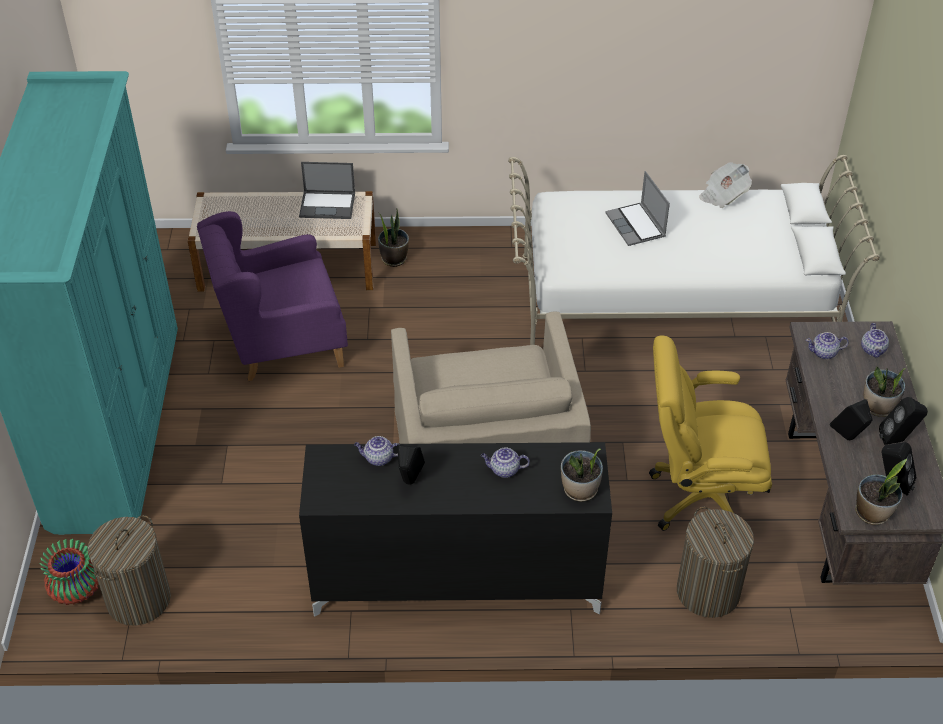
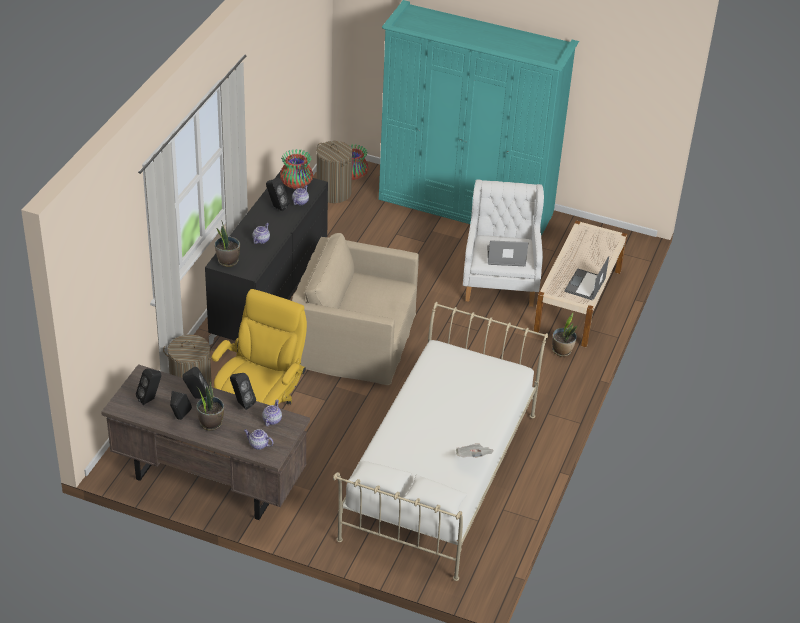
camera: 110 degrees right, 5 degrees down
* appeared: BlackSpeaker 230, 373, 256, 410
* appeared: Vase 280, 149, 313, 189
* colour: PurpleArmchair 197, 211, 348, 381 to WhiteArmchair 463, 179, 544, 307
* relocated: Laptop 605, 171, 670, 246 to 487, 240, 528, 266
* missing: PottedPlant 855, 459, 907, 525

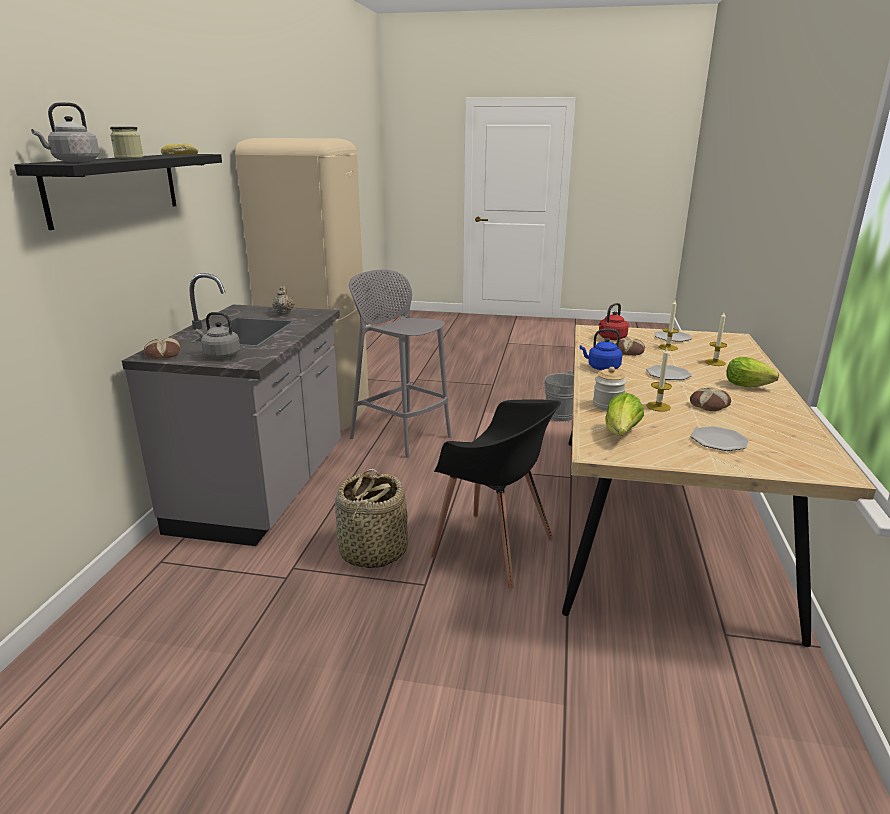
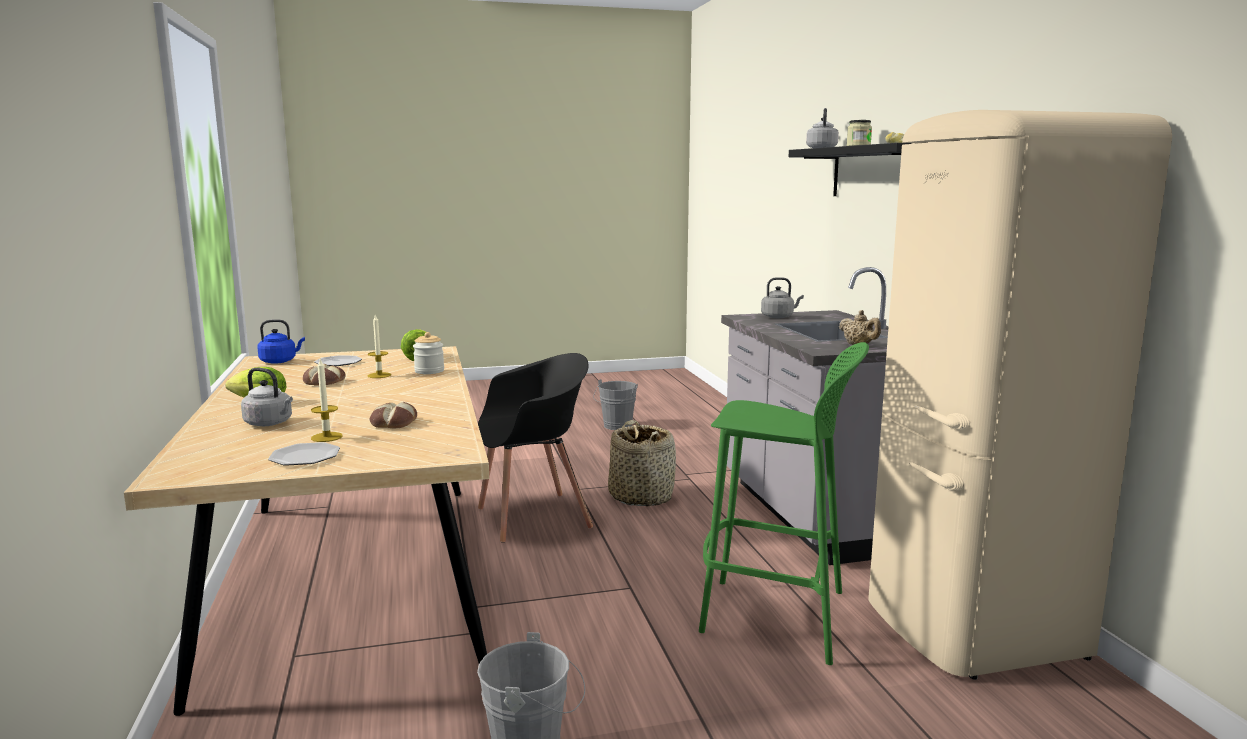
camera: 155 degrees right, 10 degrees down
* exchanged: Candle 705, 312, 727, 366 to GreyKettle 241, 368, 293, 426
* relocated: BlueKettle 580, 329, 622, 370 to 257, 319, 305, 364
* spun: BlackChair 430, 399, 561, 589 = 478, 353, 593, 543 150 degrees clockwise
* appeared: GreyBucket 593, 379, 638, 430
* colour: GreyStool 349, 269, 451, 458 to GreenStool 699, 342, 869, 665
* missing: Bread 144, 337, 181, 359
* missing: RedKettle 599, 303, 629, 340
* missing: Plate 646, 365, 692, 380

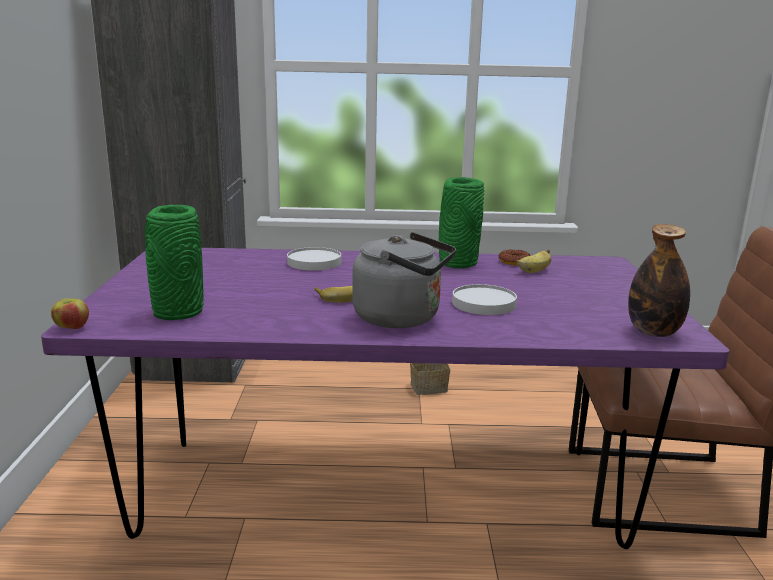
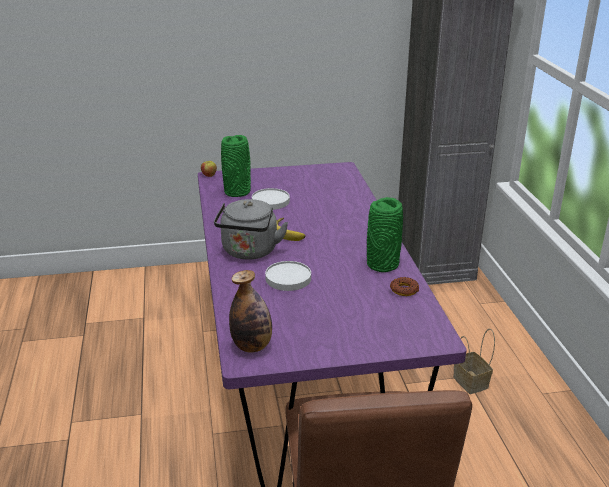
camera: 80 degrees right, 10 degrees up
* relocated: WhitePlate 287, 247, 341, 271 to 252, 188, 290, 210
* missing: Banana 516, 249, 552, 273

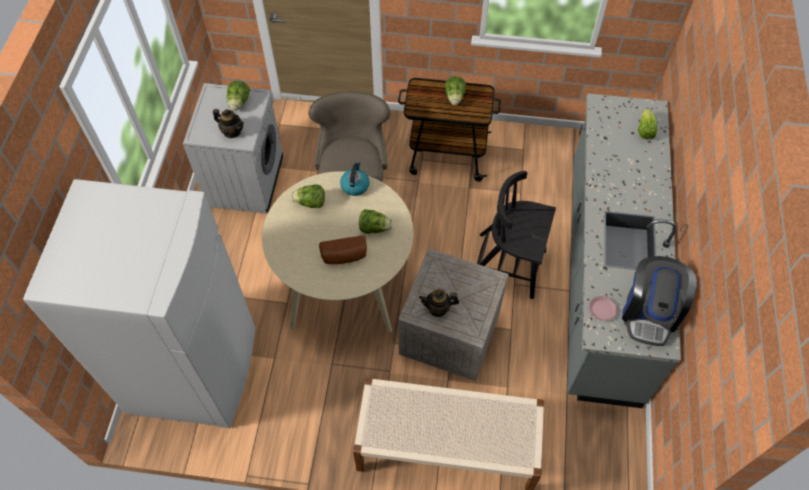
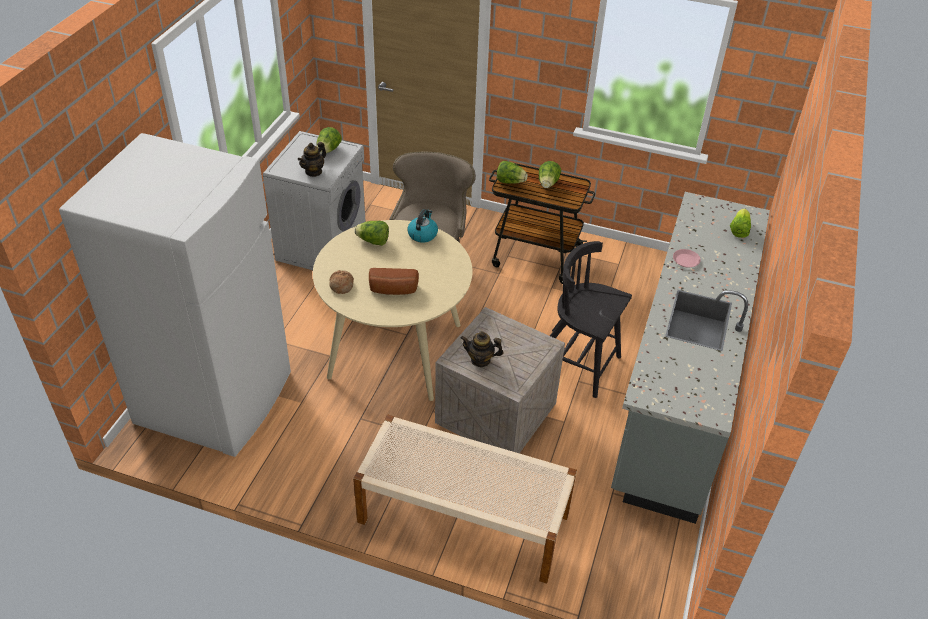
camera: 10 degrees right, 15 degrees down
* spun: Teapot 213, 109, 244, 138 = 298, 142, 326, 177 90 degrees clockwise
* appeared: Bread 329, 270, 354, 294
* relocated: Lettuce 359, 209, 393, 234 to 497, 161, 528, 184
* relocated: PinkPlate 589, 296, 617, 321 to 673, 249, 701, 268
* missing: CoffeeMachine 622, 256, 697, 346

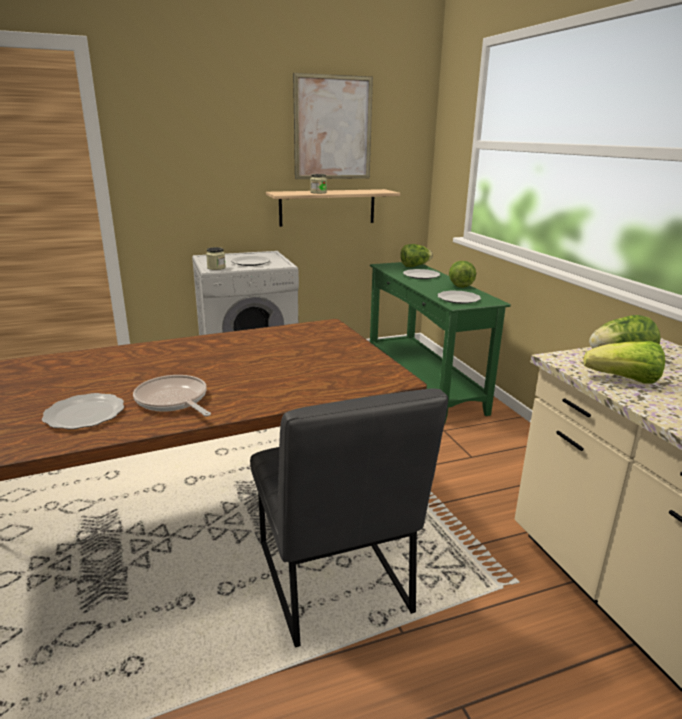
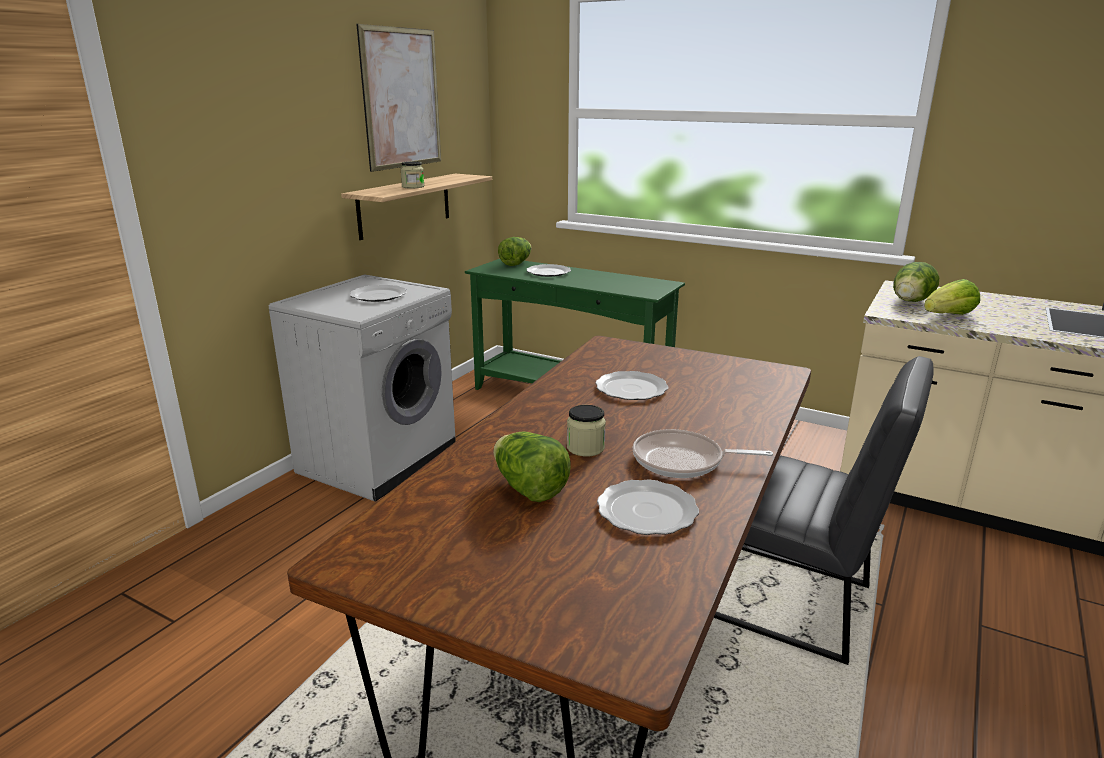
camera: 40 degrees left, 0 degrees up
* relocated: Lettuce 449, 261, 476, 288 to 493, 431, 571, 502
* relocated: Jar 206, 247, 226, 270 to 567, 405, 606, 456
* relocated: Plate 437, 290, 481, 304 to 595, 371, 669, 400

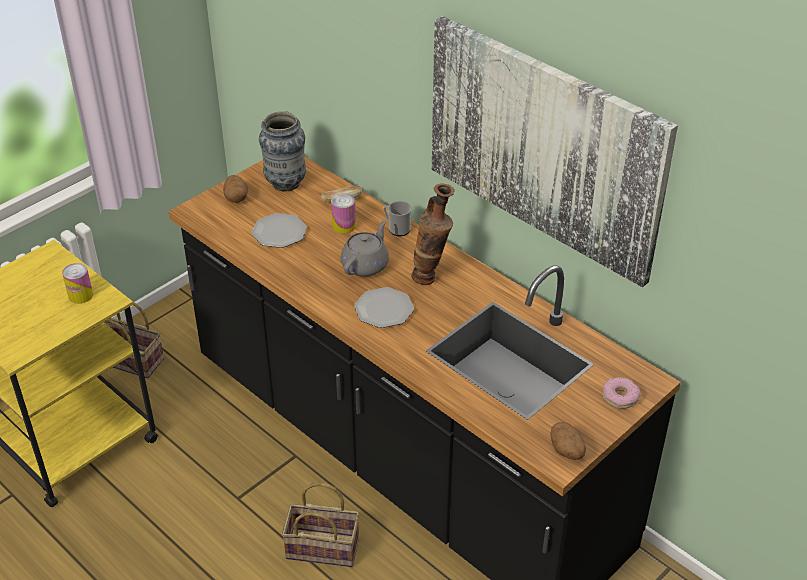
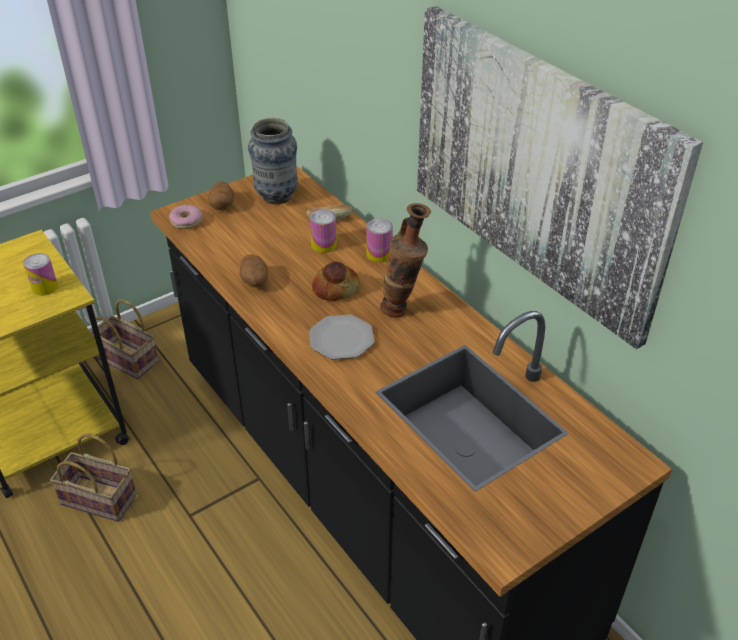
camera: 10 degrees right, 0 degrees up
* relocated: Basket 282, 482, 359, 567 to 50, 434, 137, 522
* relocated: Donut 603, 377, 640, 409 to 169, 205, 203, 229
* relocated: Potato 551, 422, 586, 460 to 240, 254, 268, 287
* exchanged: GreyTeapot 341, 220, 389, 277 to Bread 312, 261, 360, 301
* exchanged: Mug 383, 201, 412, 236 to Can 366, 219, 393, 262
* missing: Plate 251, 213, 307, 248

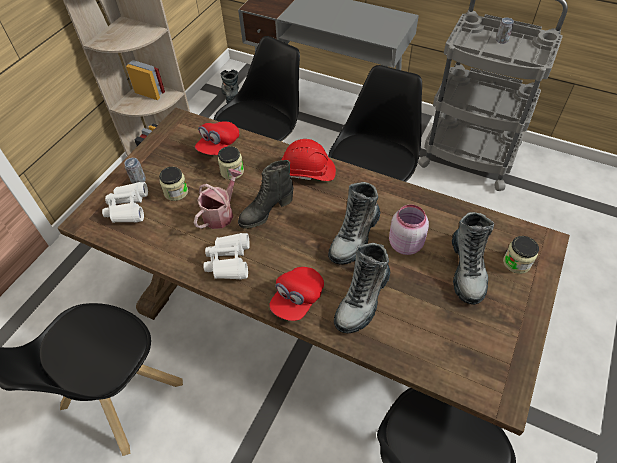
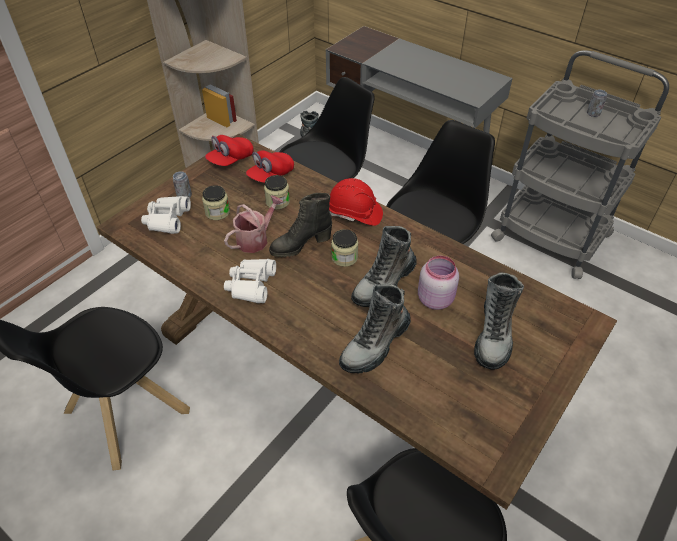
camera: 10 degrees right, 5 degrees down
* relocated: RedCap 269, 267, 324, 321 to 205, 135, 254, 166
* relocated: Jar 503, 236, 539, 274 to 331, 229, 358, 267

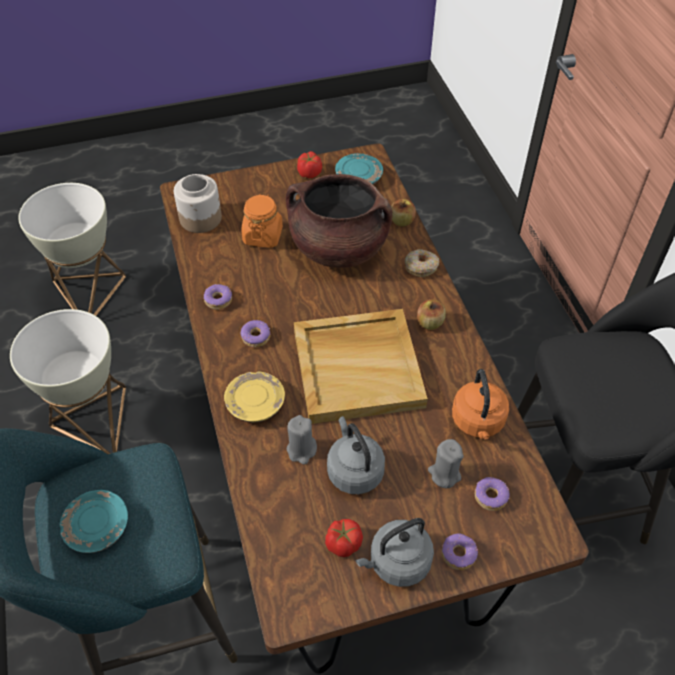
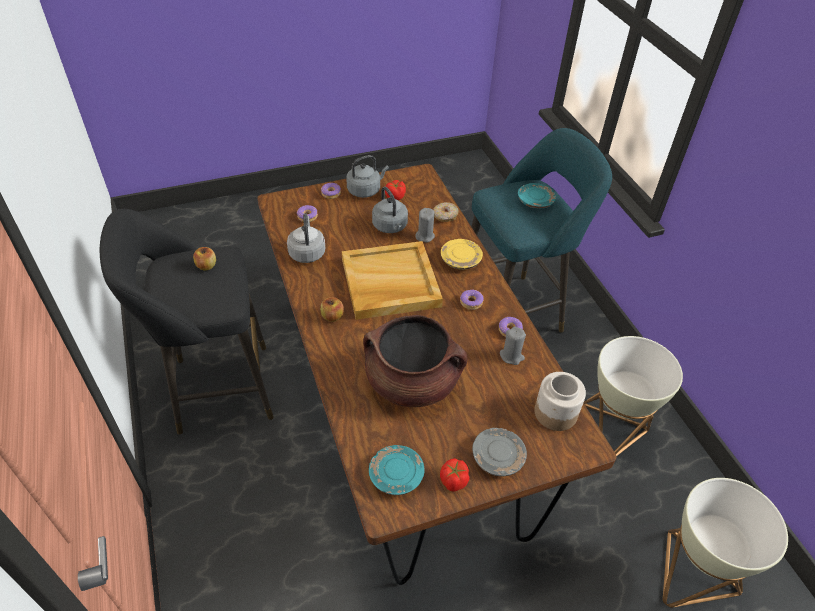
camera: 175 degrees right, 5 degrees down
* relocated: Apple 391, 199, 416, 227 to 193, 247, 216, 270
* colour: OrangeKettle 452, 369, 509, 440 to GreyKettle 287, 213, 325, 263
* relocated: Donut 404, 249, 439, 277 to 433, 202, 459, 222
* appeared: GreyPlate 472, 428, 527, 476
* relocated: GreyCandle 428, 439, 464, 488 to 500, 327, 526, 365
* missing: OrangeJar 241, 194, 283, 248

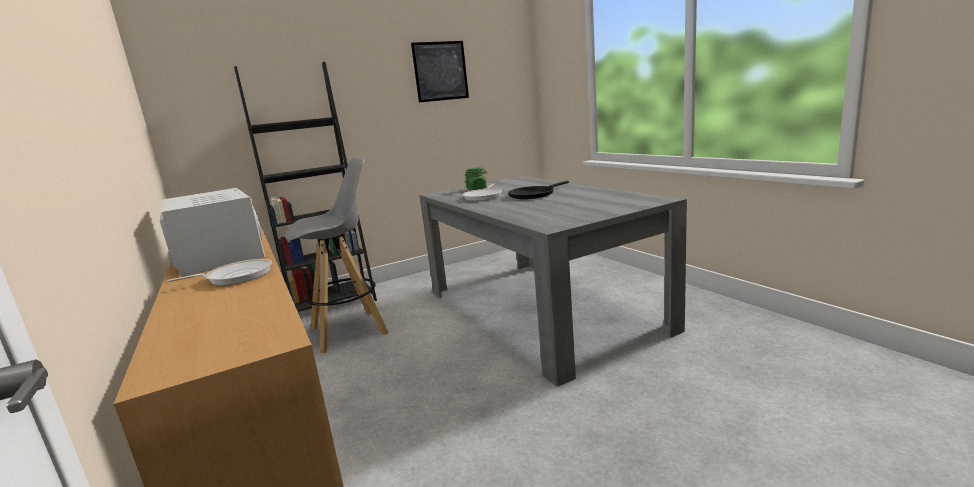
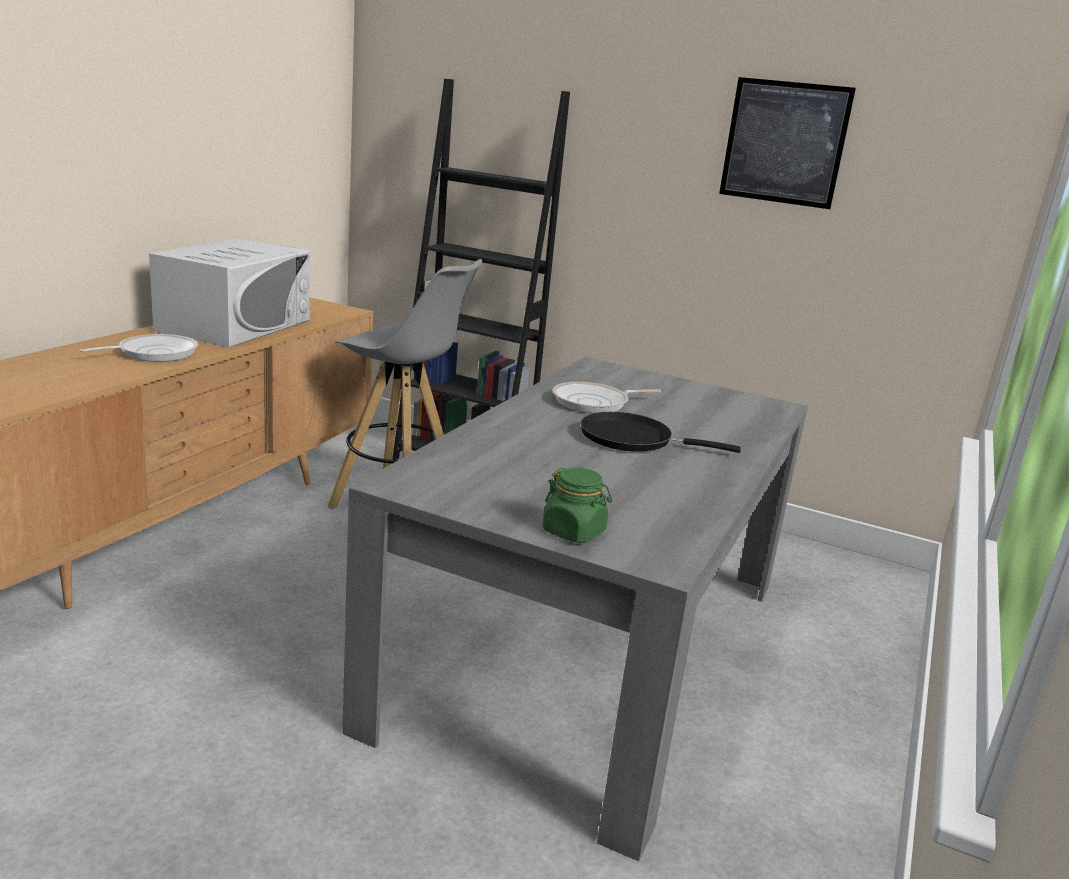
camera: 50 degrees right, 5 degrees up
* spun: FryingPan 167, 259, 272, 285 = 80, 334, 198, 362 75 degrees counterclockwise
* relocated: GreenJar 465, 167, 487, 190 to 542, 467, 612, 543

